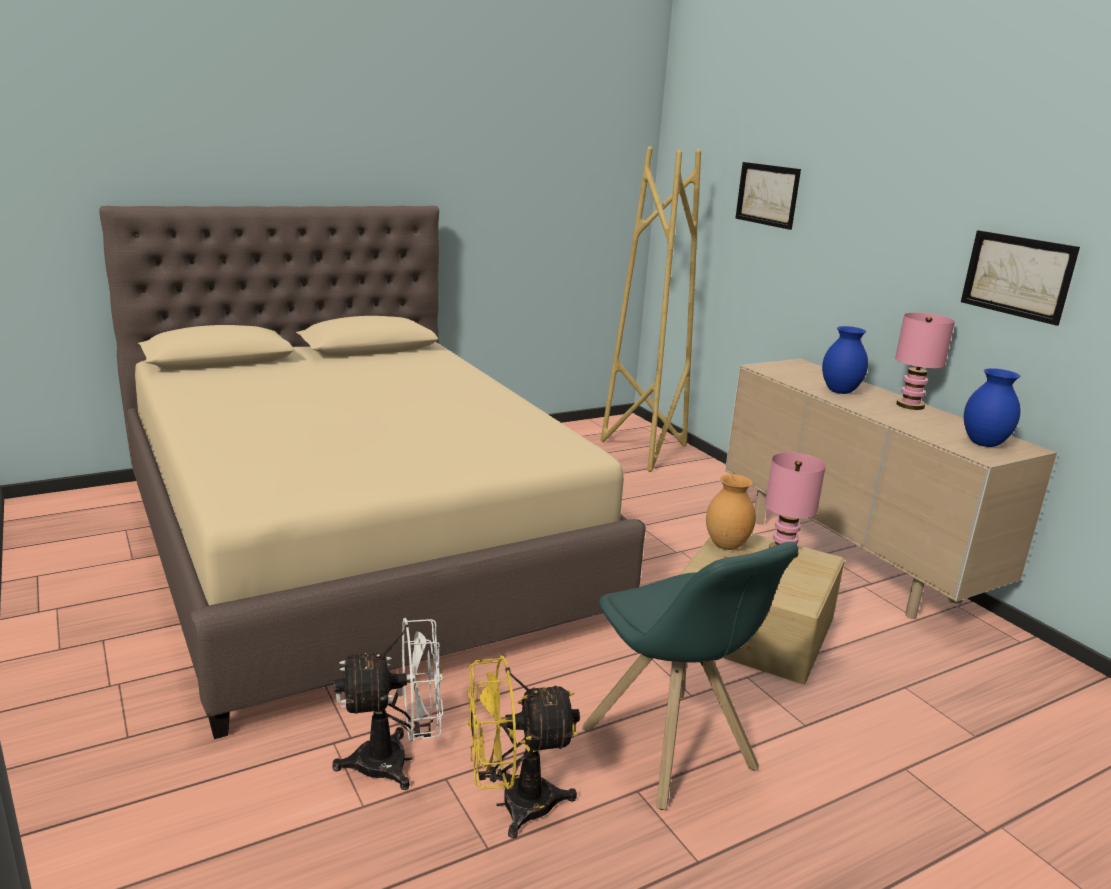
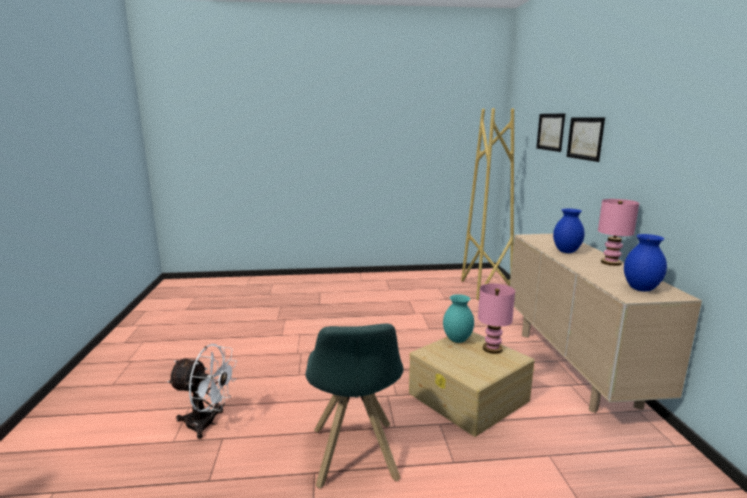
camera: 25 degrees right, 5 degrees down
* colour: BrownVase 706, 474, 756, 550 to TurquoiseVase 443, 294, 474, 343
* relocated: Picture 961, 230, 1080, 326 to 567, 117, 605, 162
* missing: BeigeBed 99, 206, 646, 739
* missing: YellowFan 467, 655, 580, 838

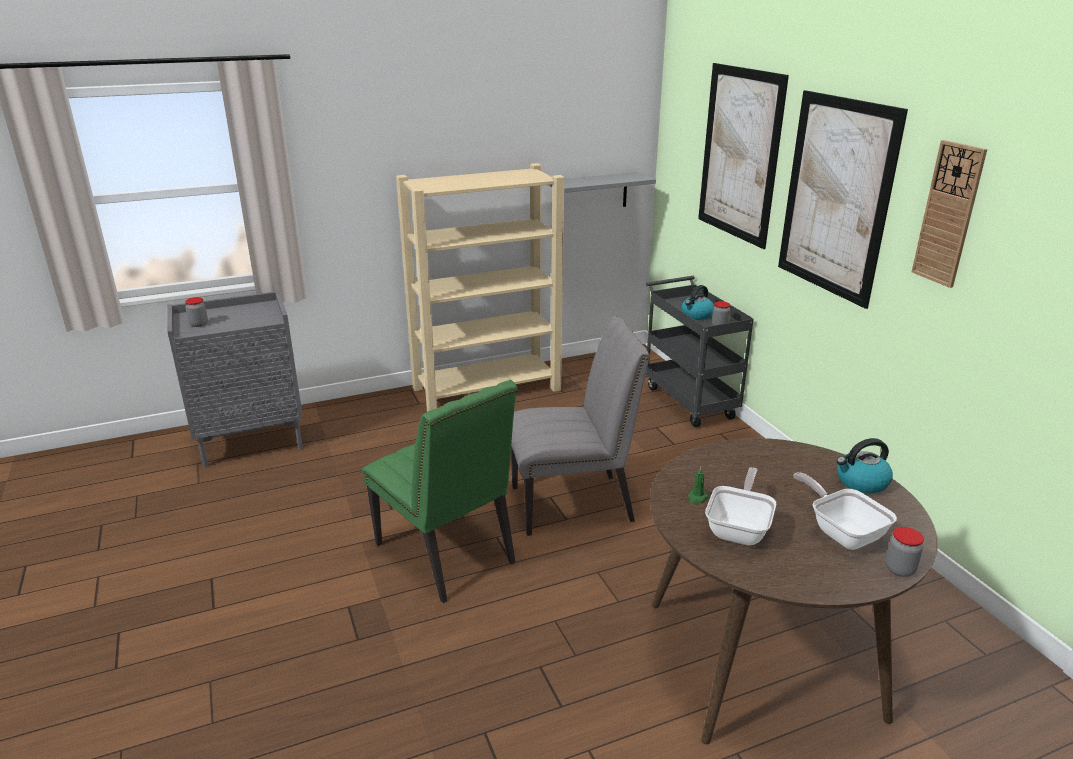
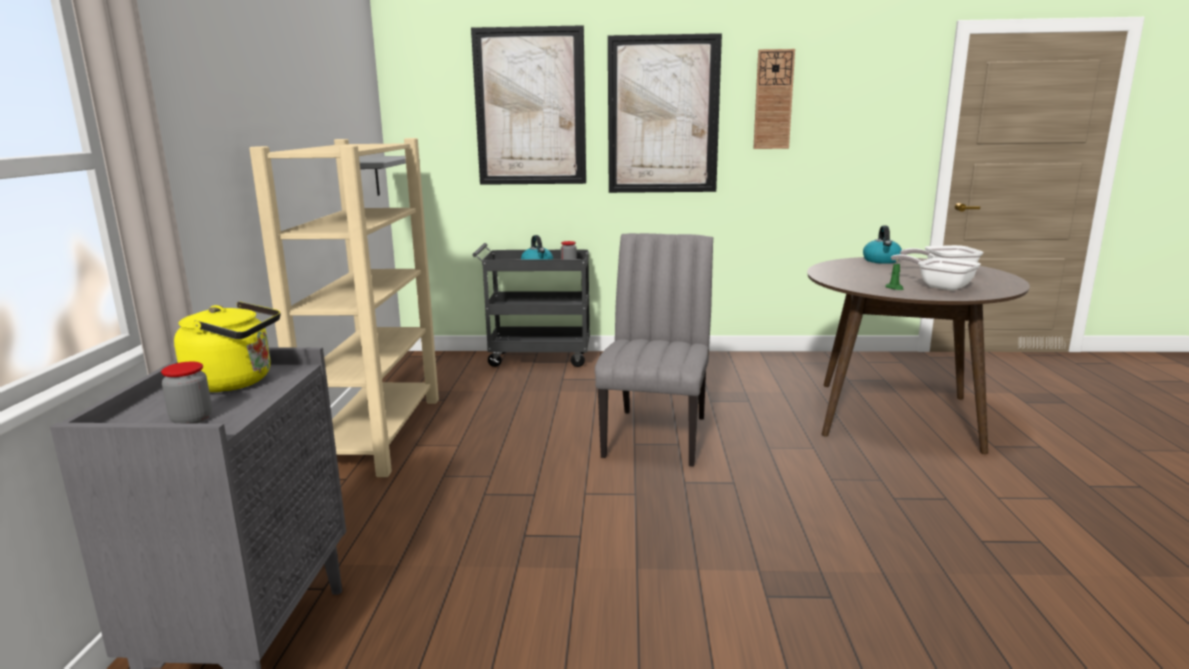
camera: 65 degrees left, 10 degrees down
* appeared: YellowKettle 174, 301, 280, 392
* missing: GreenChair 362, 379, 518, 603
* missing: Jar 885, 527, 924, 577

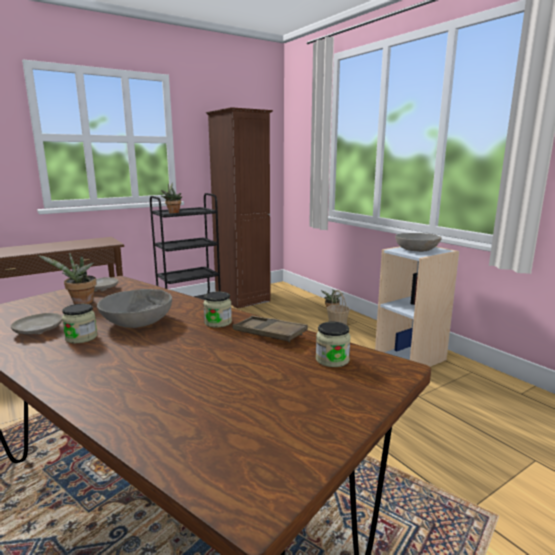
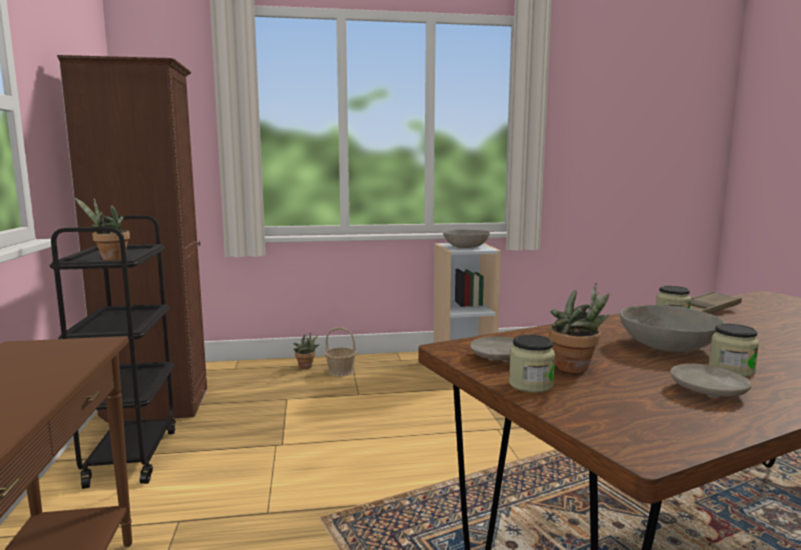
camera: 65 degrees left, 5 degrees down
* relocated: Jar 316, 322, 351, 367 to 509, 335, 555, 393

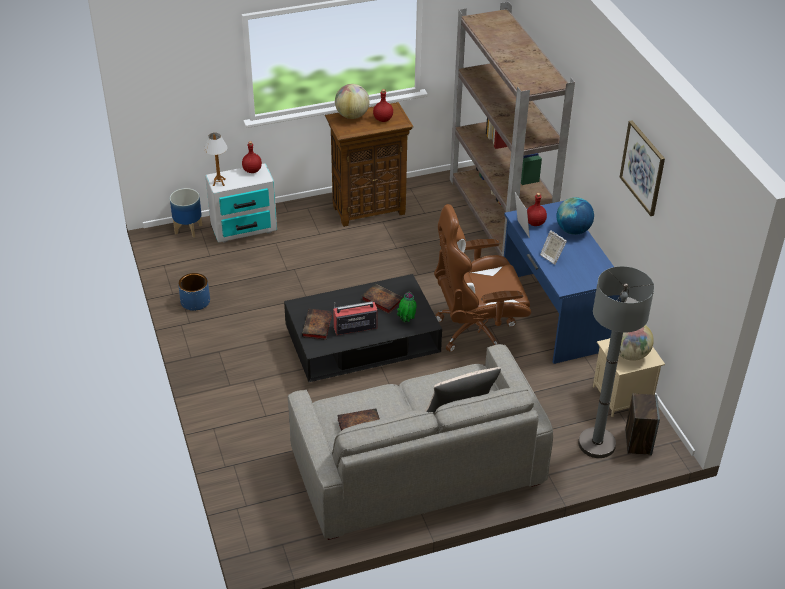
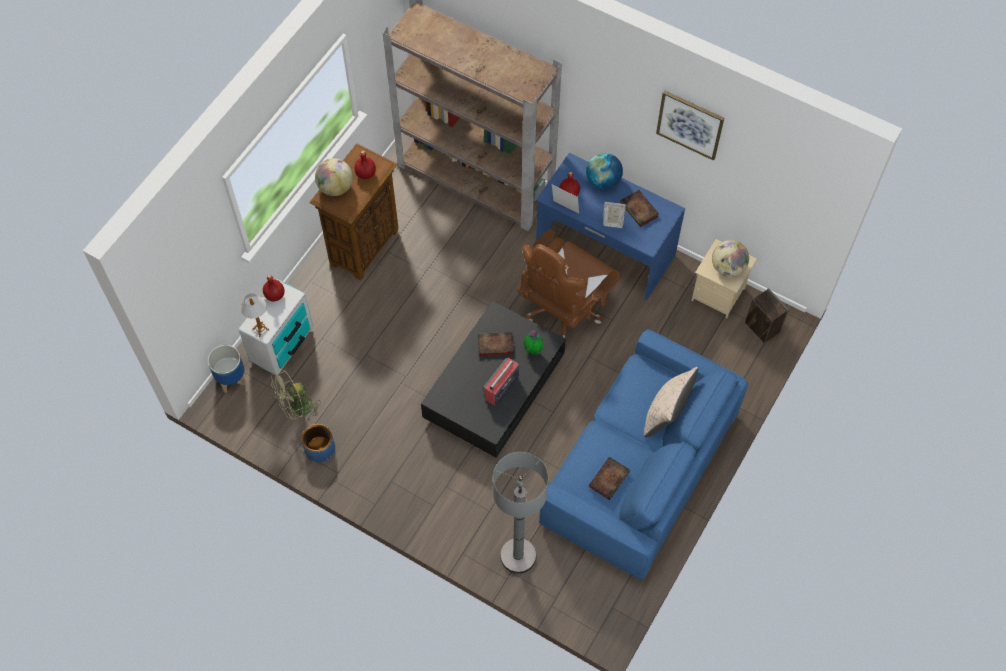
camera: 40 degrees left, 20 degrees up
* appeared: GreenFan 271, 370, 321, 422
* relocated: GreyFloorLamp 578, 266, 654, 458 to 493, 452, 548, 574
* colour: GreySofa 288, 344, 553, 540 to BlueSofa 539, 329, 748, 580
* relocated: Book 302, 309, 332, 340 to 620, 190, 659, 227

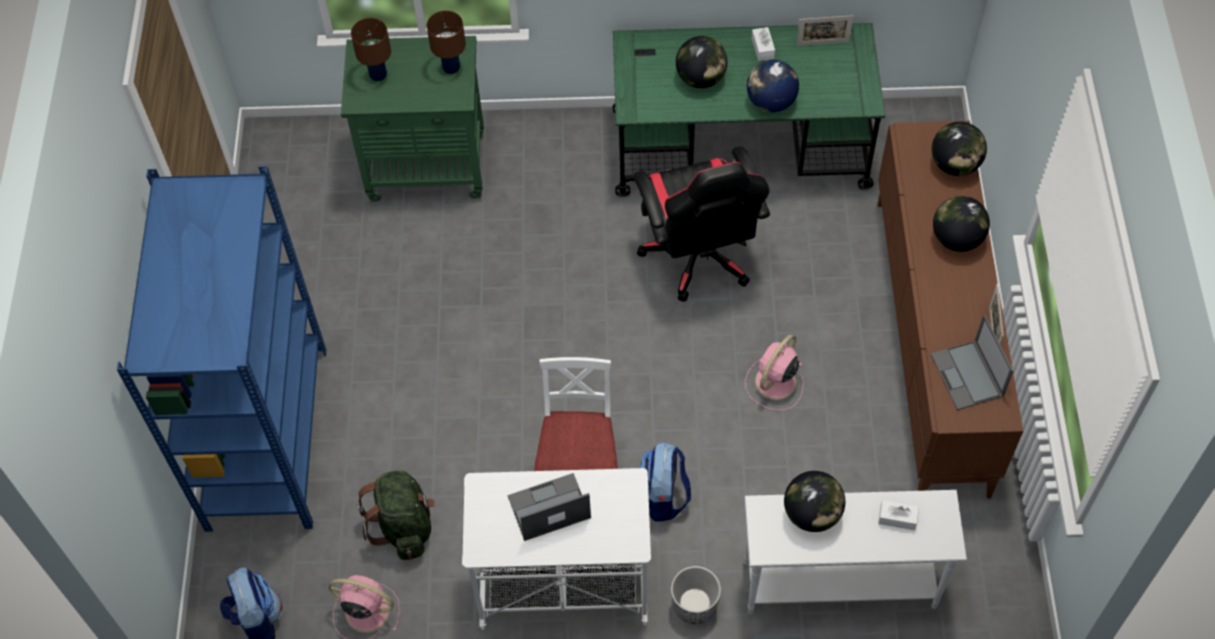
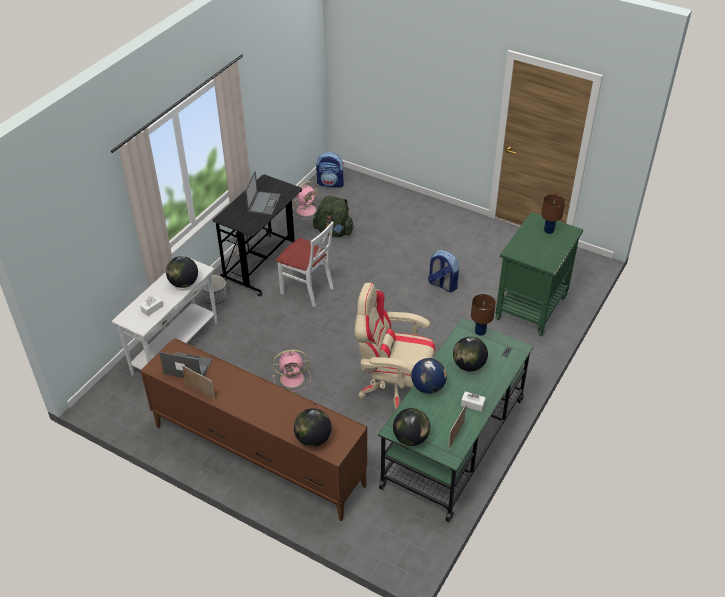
camera: 120 degrees right, 15 degrees down
* colour: WhiteDesk 462, 468, 651, 630 to BlackDesk 213, 175, 302, 296
* spun: PinkFan 745, 334, 804, 410 = 272, 349, 311, 392 105 degrees clockwise
* colour: BlackOfficeChair 633, 146, 770, 302 to BeigeOfficeChair 355, 283, 435, 410
* relocated: Globe 933, 196, 990, 252 to 393, 408, 430, 446
* relocated: Backpack 640, 442, 691, 522 to 428, 250, 459, 292
* relocated: BrownTableLamp 427, 11, 466, 74 to 471, 294, 496, 336
* missing: BlueBookcase 117, 166, 326, 532

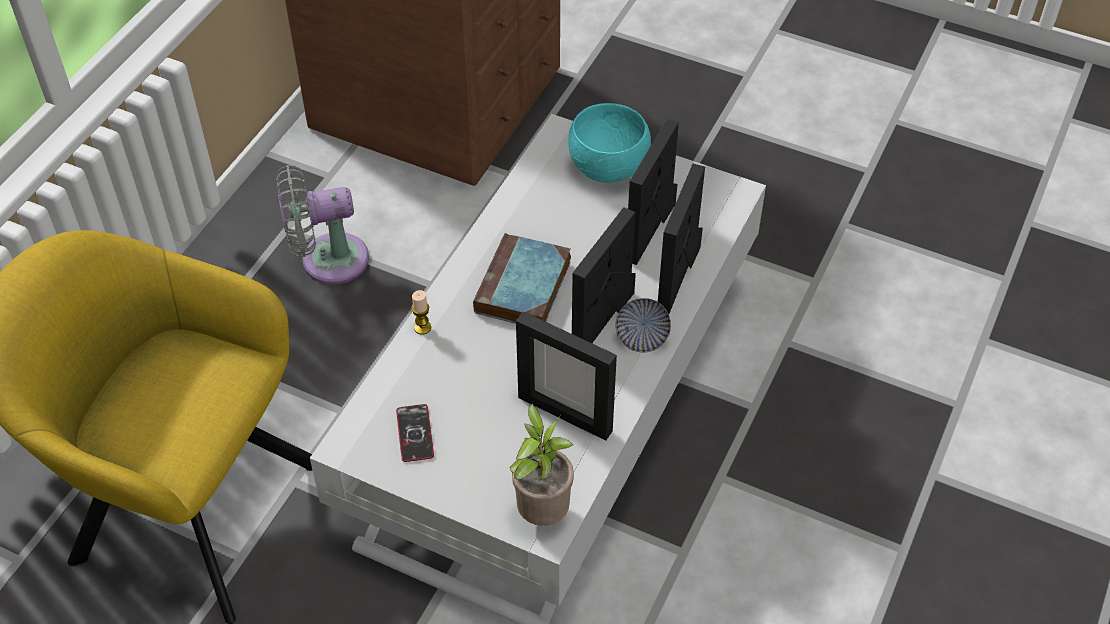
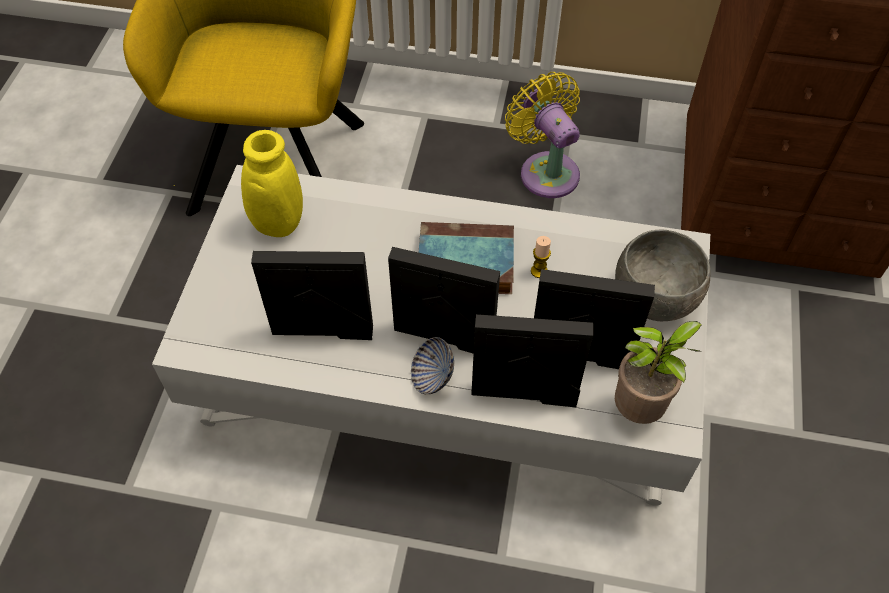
camera: 75 degrees right, 5 degrees up
* exchanged: Phone 396, 404, 434, 462 to YellowVase 174, 130, 303, 237
* spun: PictureFrame 516, 311, 617, 441 = 251, 251, 373, 340 75 degrees clockwise
* colour: GreyFan 276, 165, 369, 285 to YellowFan 505, 72, 580, 198
* relocated: Candle 411, 290, 431, 335 to 531, 236, 551, 278
* colour: TurquoiseBowl 568, 103, 651, 182 to GreyBowl 615, 229, 711, 321
* relocated: PottedPlant 509, 404, 574, 526 to 615, 321, 702, 424

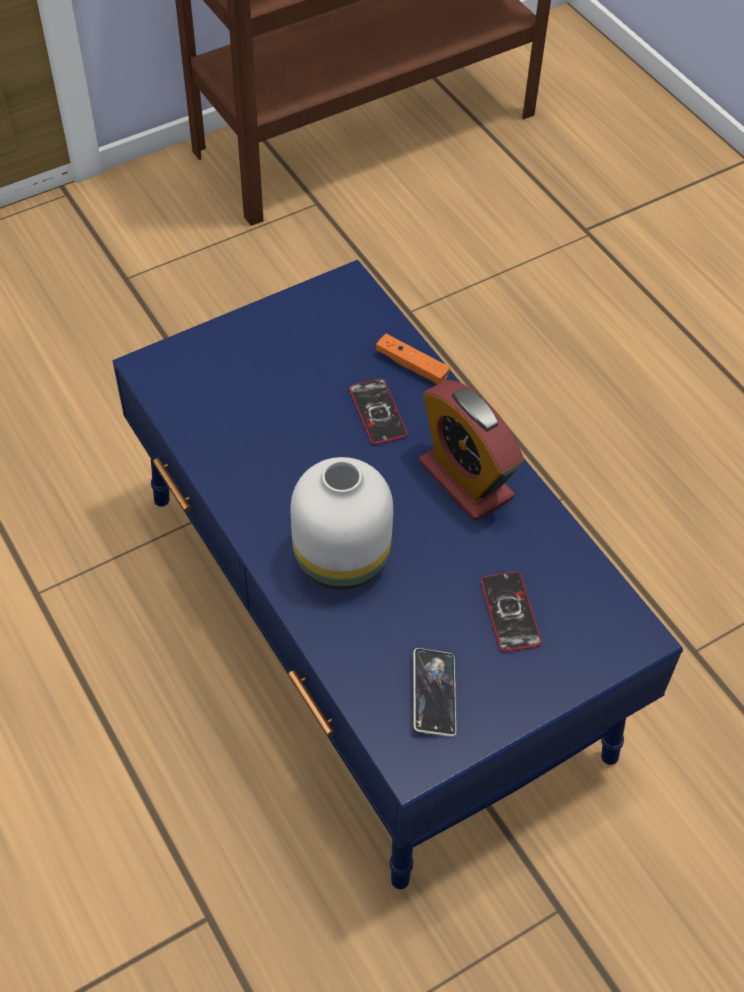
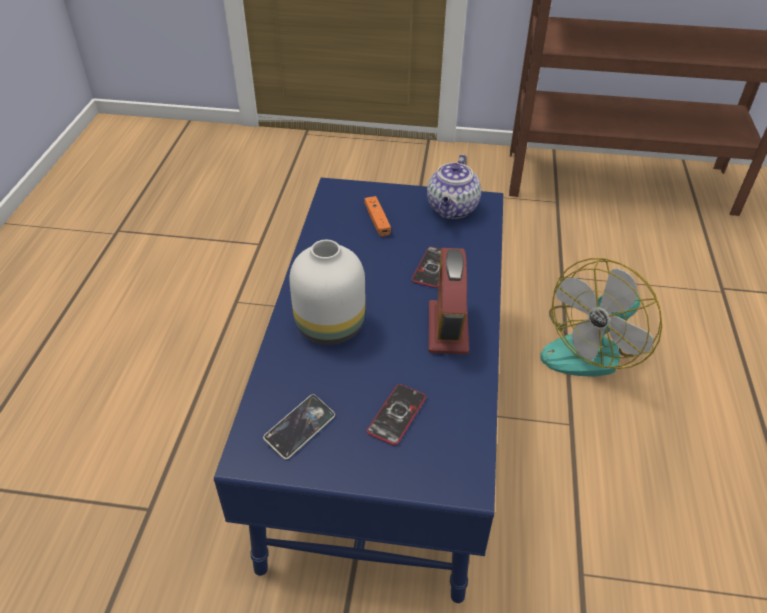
camera: 40 degrees right, 10 degrees down
* relocated: OrangeGameController 376, 334, 450, 384 to 364, 196, 391, 236
* appeared: Teapot 427, 154, 481, 219
* appeared: Fan 540, 258, 662, 377

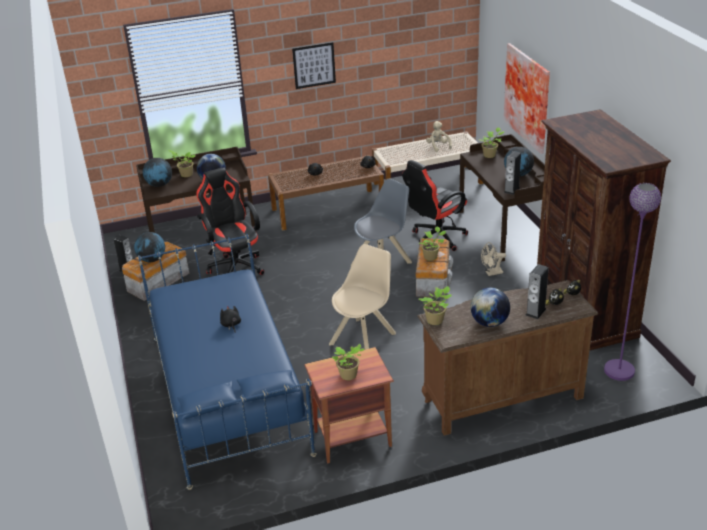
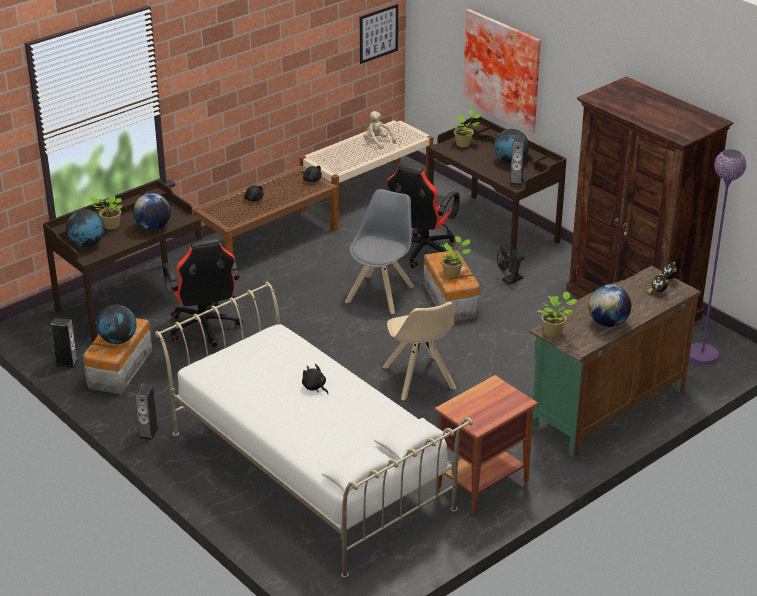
camera: 25 degrees left, 0 degrees up
* relocated: Speaker 526, 264, 549, 319 to 135, 384, 159, 440
* colour: BlueBed 138, 234, 317, 490 to WhiteBed 155, 282, 473, 578
* spun: BlackOfficeChair 196, 168, 264, 275 = 163, 238, 243, 347 150 degrees counterclockwise
* relocated: Picture 292, 42, 336, 89 to 360, 4, 398, 64
* spun: BeigeChair 329, 244, 396, 349 = 382, 302, 457, 401 150 degrees clockwise
* colour: BeigeFan 481, 242, 506, 276 to BlackFan 497, 245, 525, 285
* colour: BrownDresser 417, 280, 598, 436 to GreenDresser 529, 266, 702, 458
* missing: PottedPlant 332, 344, 364, 380

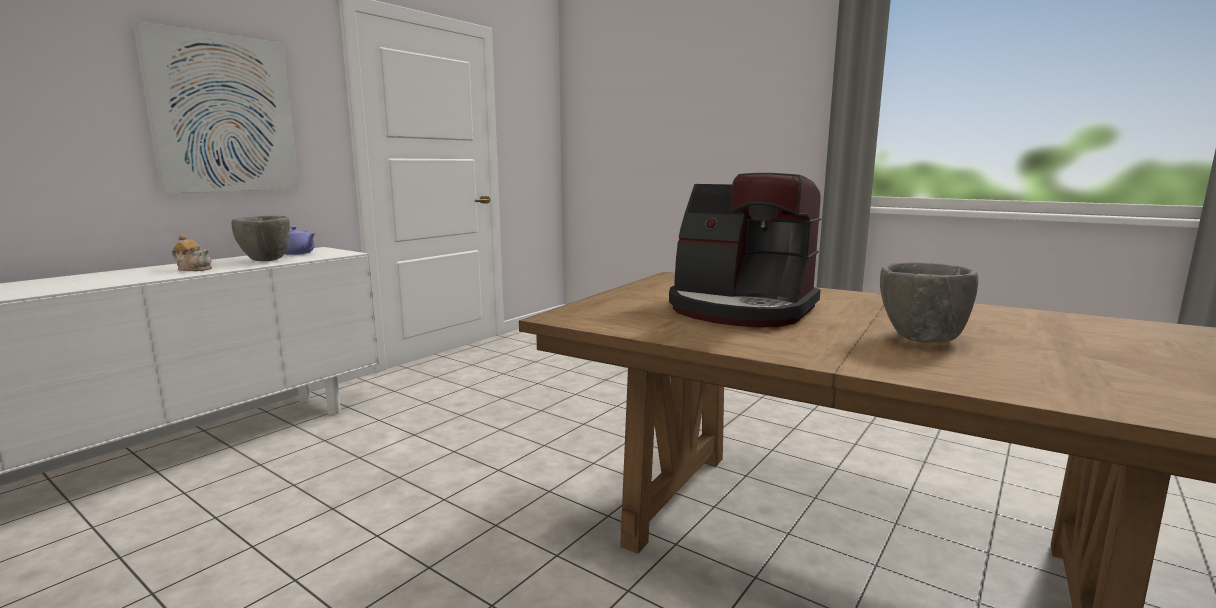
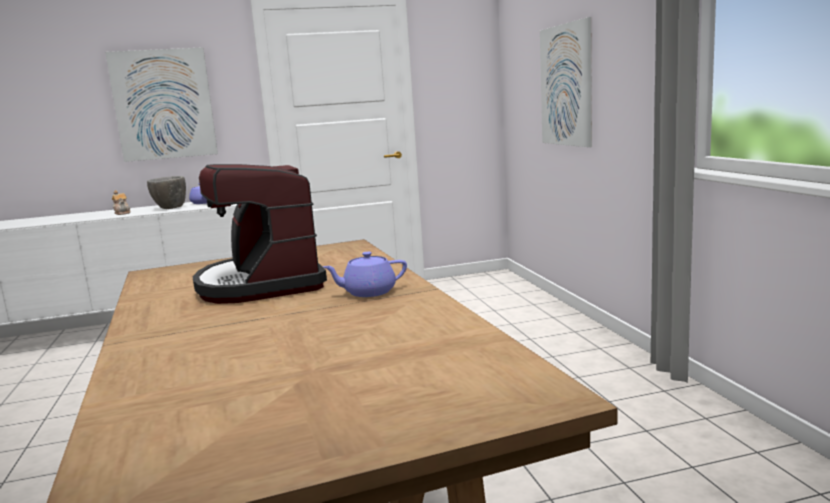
camera: 40 degrees right, 0 degrees up
* appeared: PurpleTeapot 323, 252, 407, 297
* appeared: Picture 540, 17, 592, 147
* missing: GreyBowl 880, 262, 978, 342

